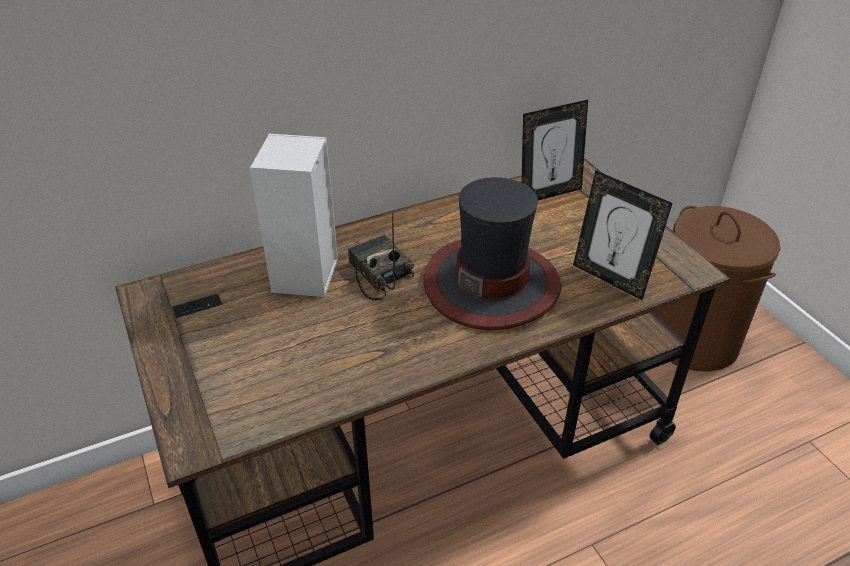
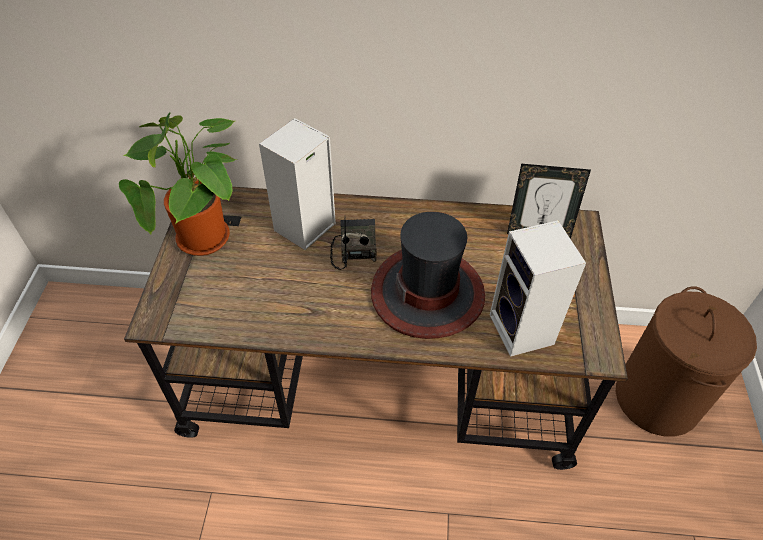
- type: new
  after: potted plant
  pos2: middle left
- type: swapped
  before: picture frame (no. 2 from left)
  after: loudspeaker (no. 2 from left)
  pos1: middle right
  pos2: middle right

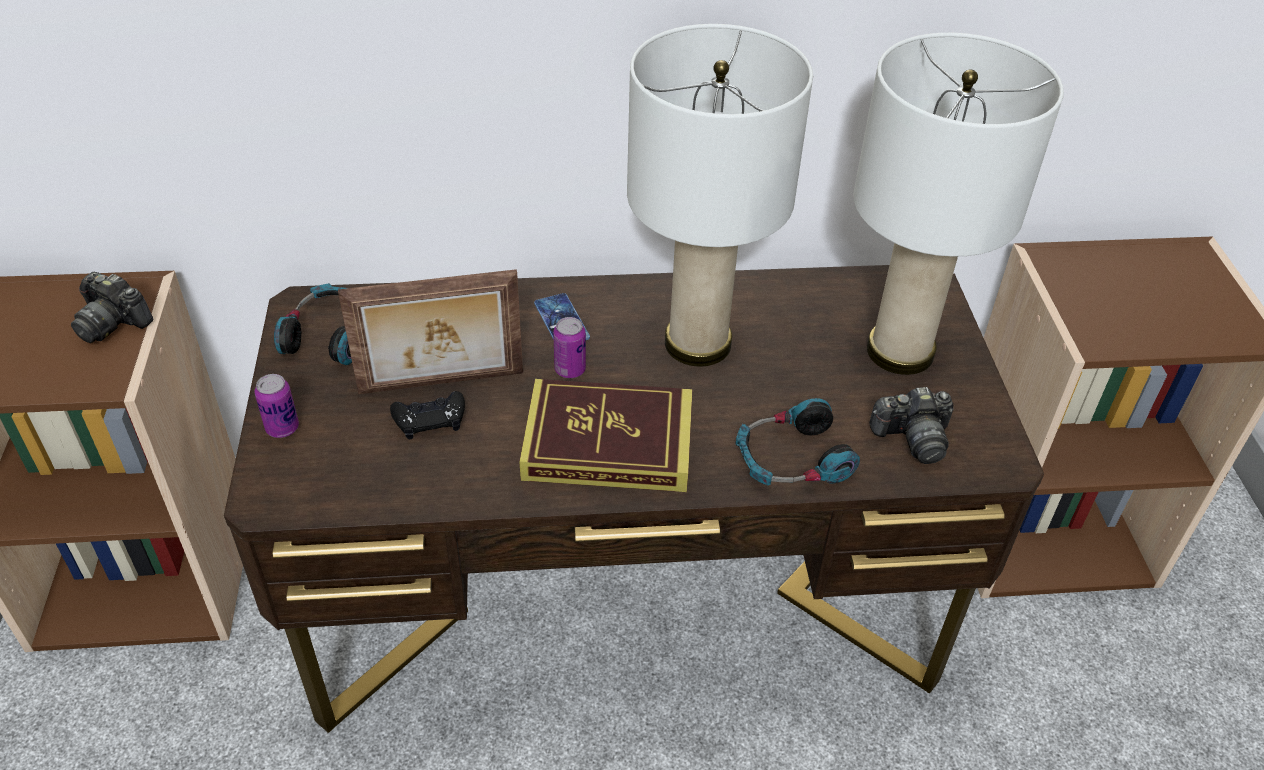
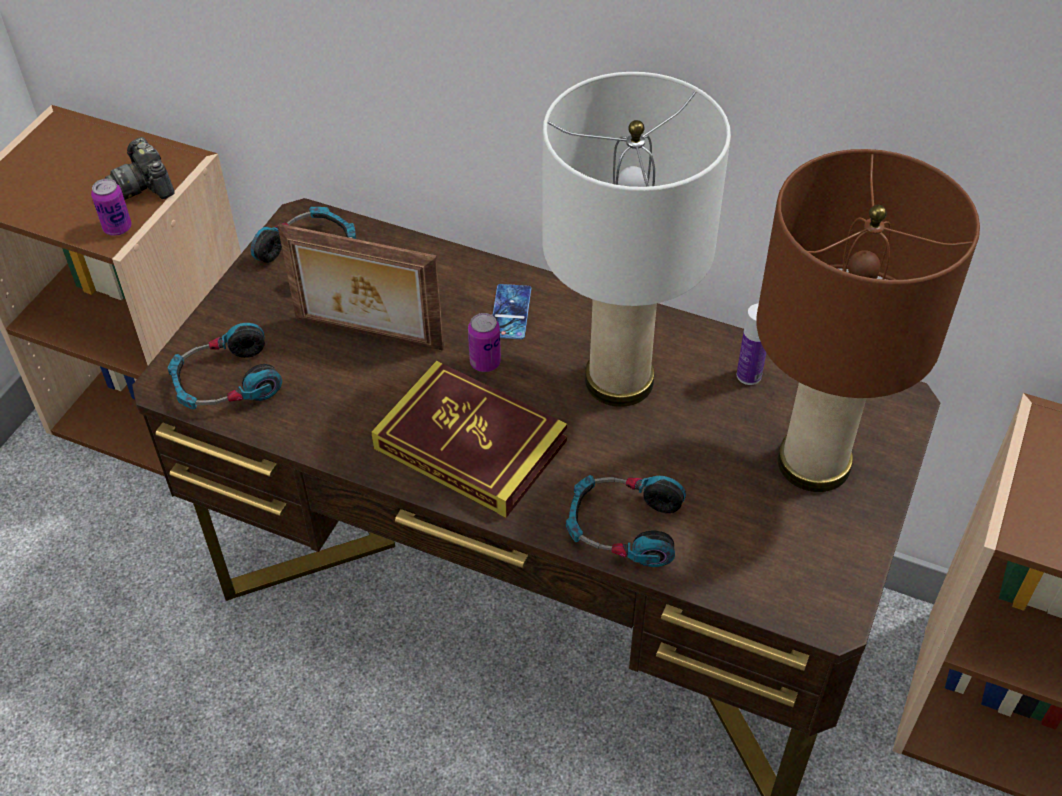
- type: shifted
  before: metal can (no. 1 from left)
  pos1: middle left
  pos2: top left
- type: new
  after: headphones (no. 1 from left)
  pos2: middle left
- type: new
  after: drink bottle
  pos2: middle right
- type: repainted
  before: white-coloured tabletop lamp (no. 2 from left)
  after: brown-coloured tabletop lamp
  pos1: top right
  pos2: middle right
- type: gone
  before: black-coloured game controller
  pos1: centre
- type: gone
  before: still camera (no. 2 from left)
  pos1: middle right

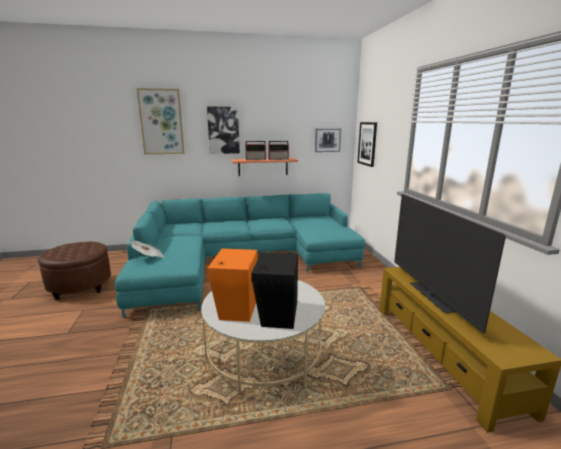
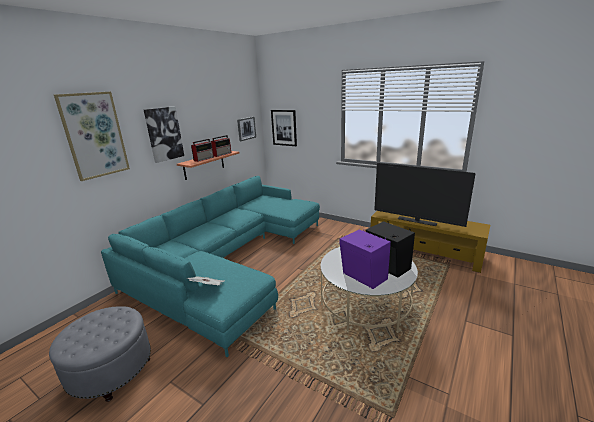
- type: repainted
  before: brown-coloured footrest
  after: grey footrest
  pos1: middle left
  pos2: bottom left
- type: repainted
  before: orangey loudspeaker
  after: purple-coloured loudspeaker
  pos1: centre
  pos2: centre

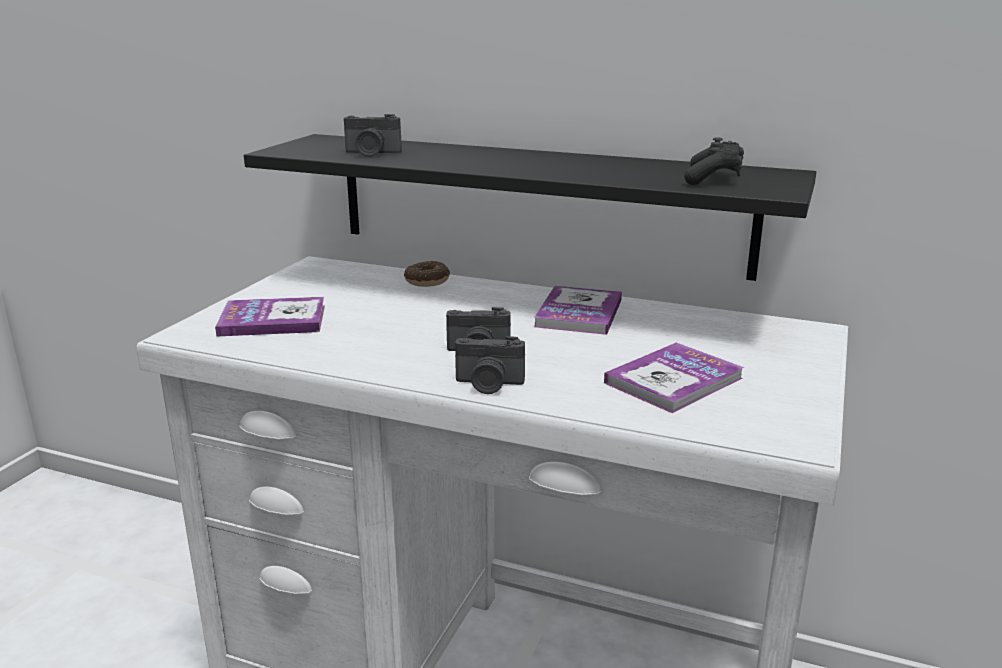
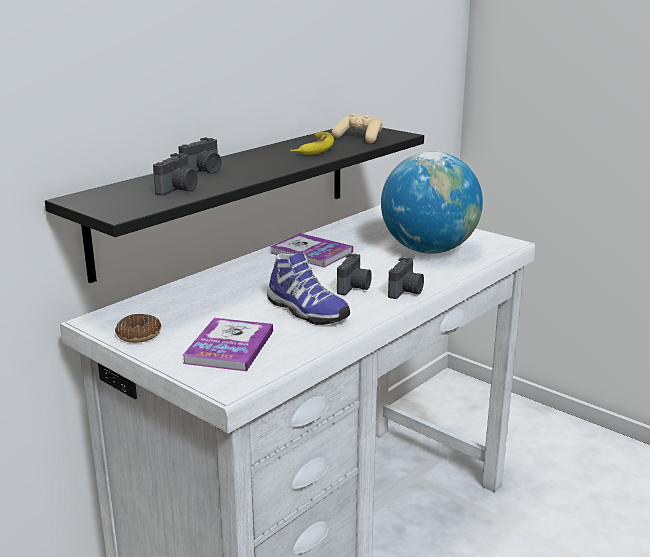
- type: shifted
  before: ring doughnut
  pos1: centre
  pos2: middle left
- type: new
  after: still camera (no. 2 from left)
  pos2: top left
- type: new
  after: shoe
  pos2: centre
- type: new
  after: banana fruit
  pos2: top centre
- type: repainted
  before: black-coloured game controller
  after: sand-coloured game controller
  pos1: top right
  pos2: top centre
- type: swapped
  before: volume (no. 3 from left)
  after: globe
  pos1: middle right
  pos2: centre

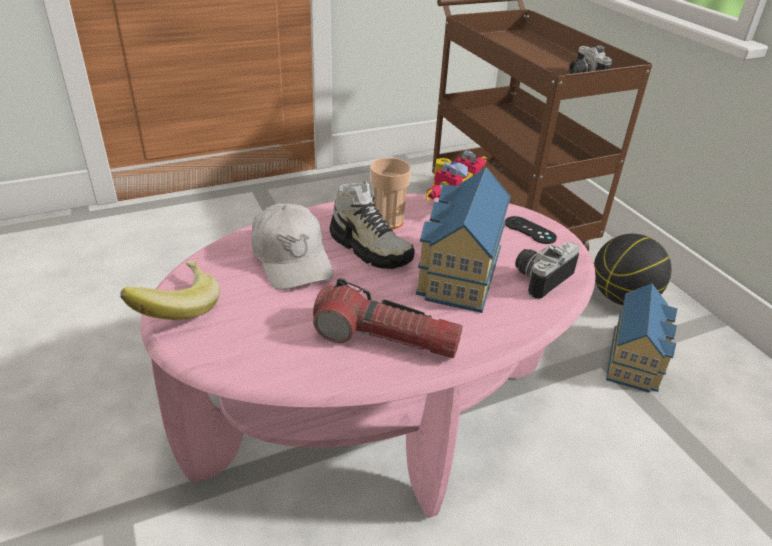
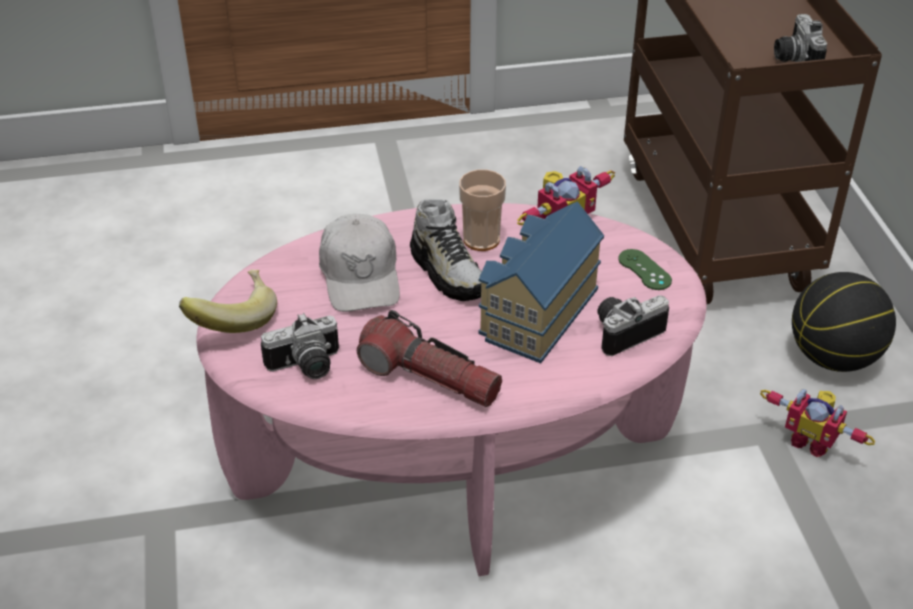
- type: new
  after: still camera (no. 1 from left)
  pos2: middle left
- type: repainted
  before: black-coloured game controller
  after: green-coloured game controller
  pos1: middle right
  pos2: middle right
- type: swapped
  before: model house (no. 2 from left)
  after: robot figure (no. 2 from left)
  pos1: middle right
  pos2: bottom right

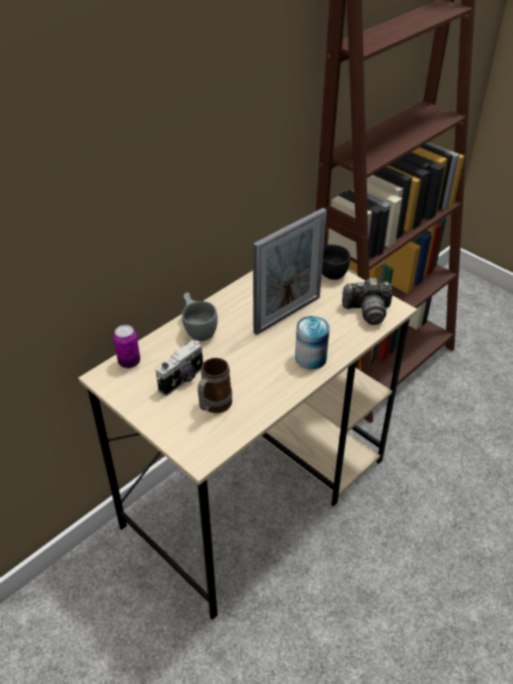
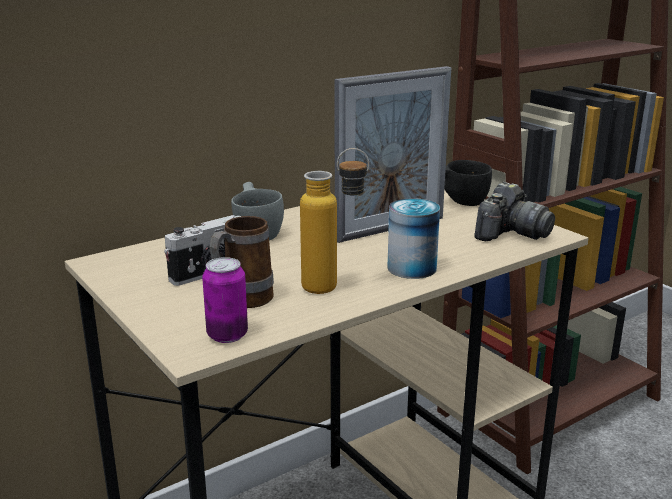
- type: shifted
  before: metal can (no. 1 from left)
  pos1: middle left
  pos2: centre
- type: new
  after: drink bottle
  pos2: centre
- type: rotated
  before: still camera (no. 2 from left)
  pos1: middle right
  pos2: middle right
  turn: -60

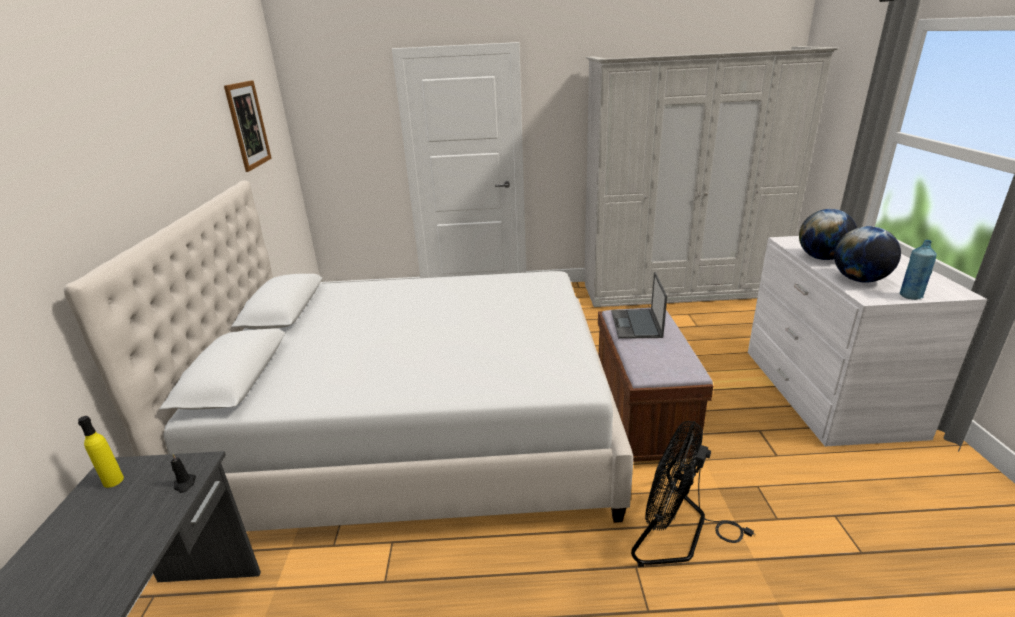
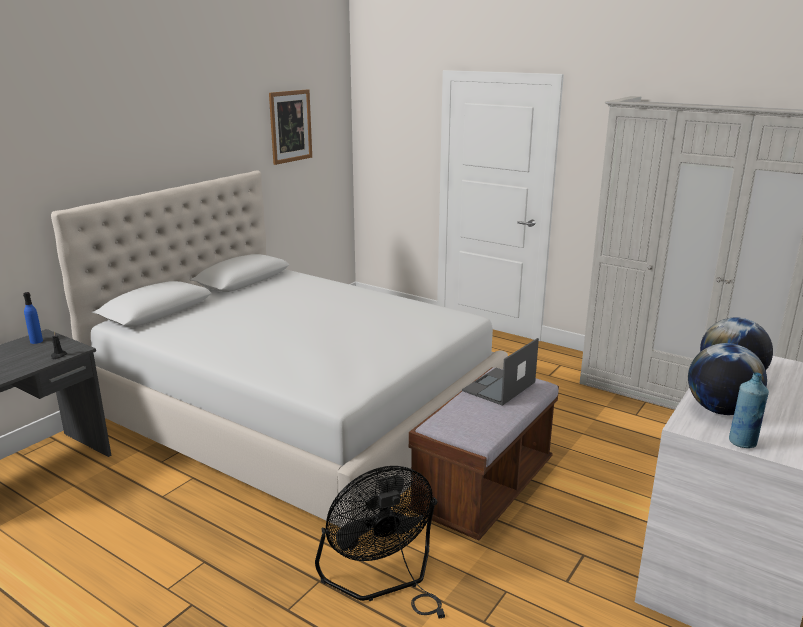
- type: repainted
  before: yellow drink bottle
  after: blue-coloured drink bottle (no. 1 from left)
  pos1: bottom left
  pos2: middle left

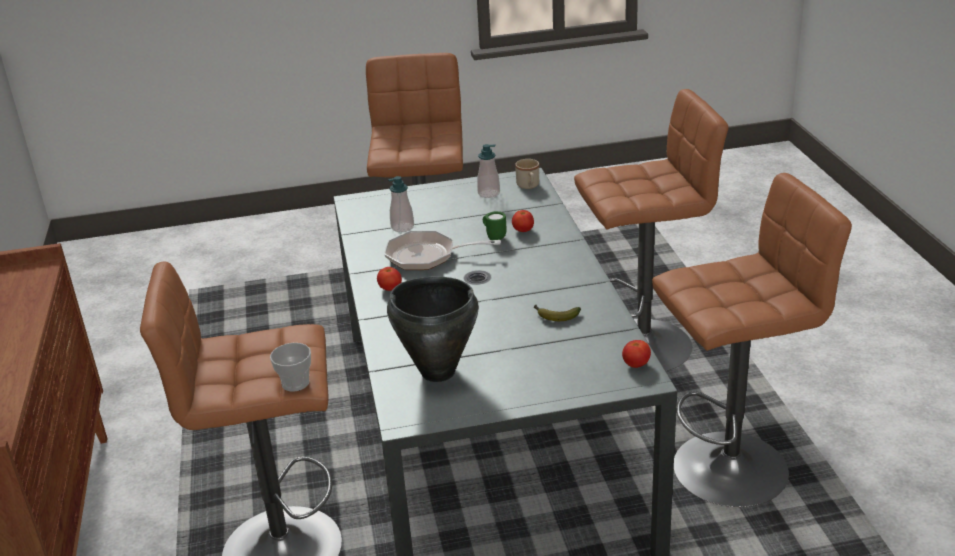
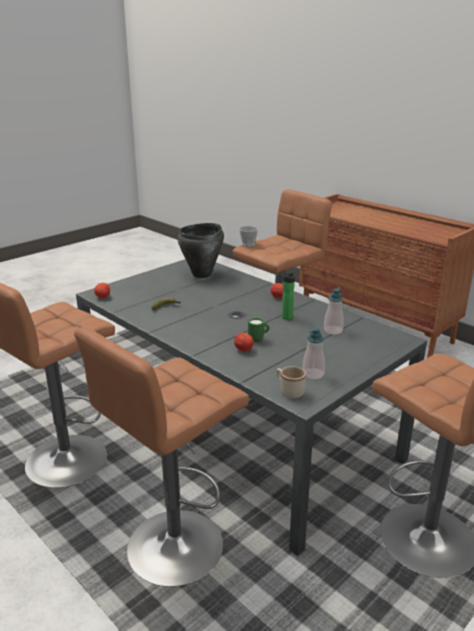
- type: swapped
  before: skillet
  after: drink bottle
  pos1: centre
  pos2: centre

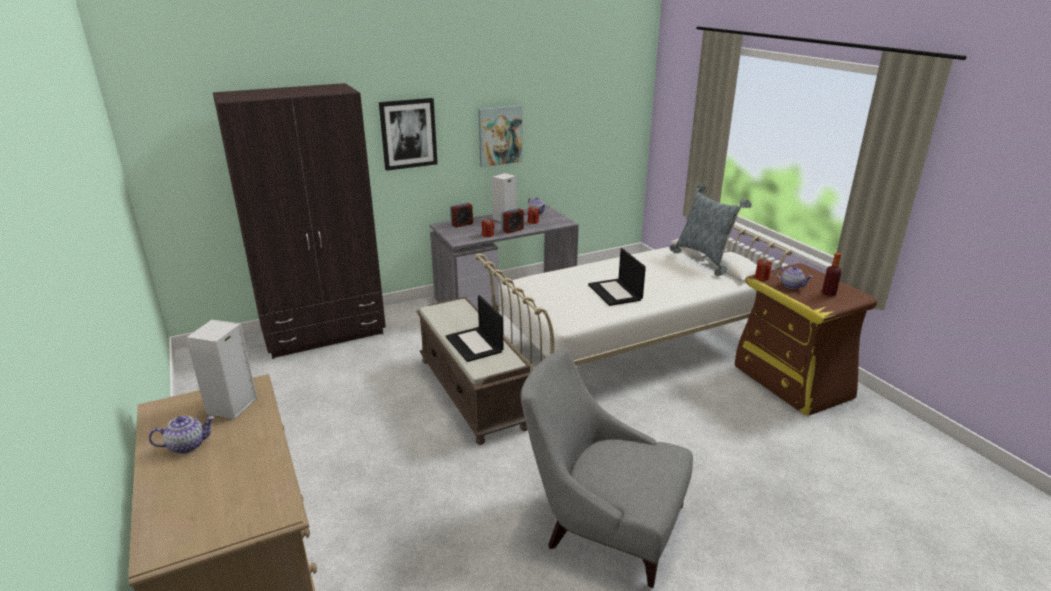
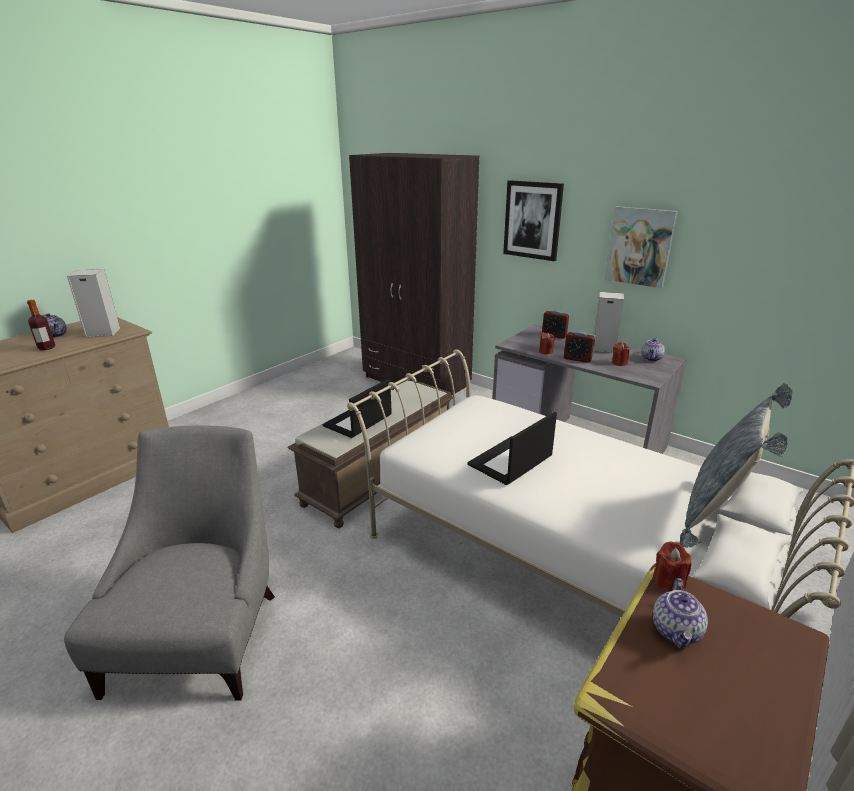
- type: shifted
  before: drink bottle
  pos1: middle right
  pos2: middle left

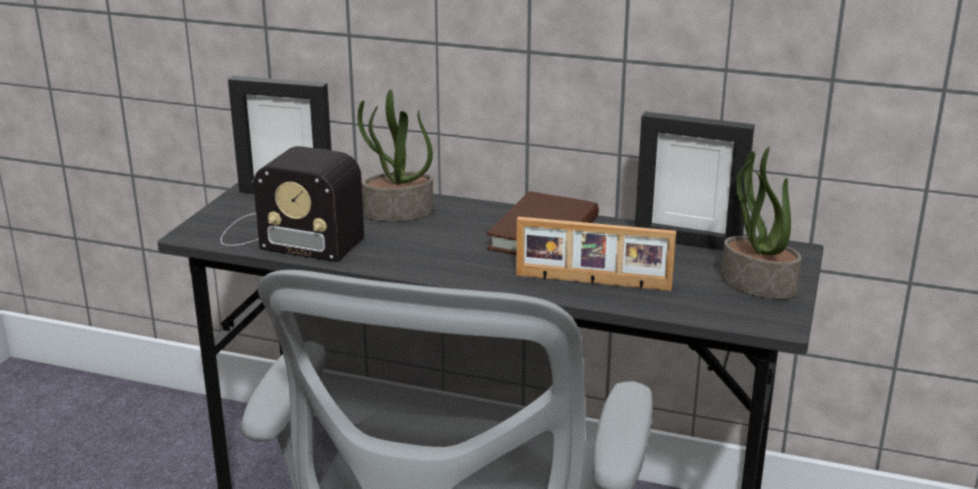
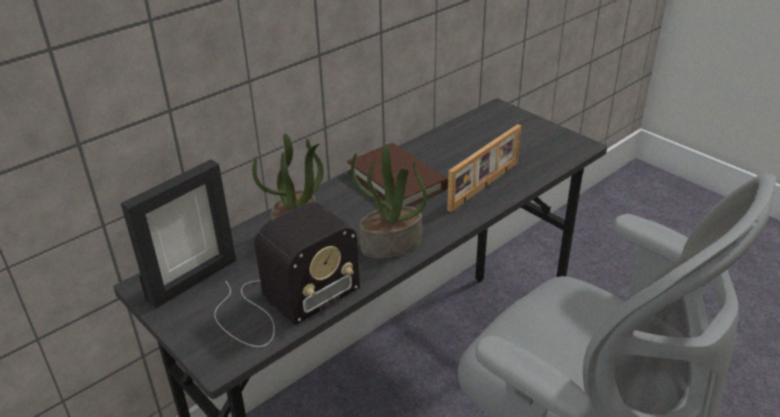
- type: shifted
  before: potted plant (no. 2 from left)
  pos1: middle right
  pos2: centre
- type: gone
  before: picture frame (no. 3 from left)
  pos1: middle right

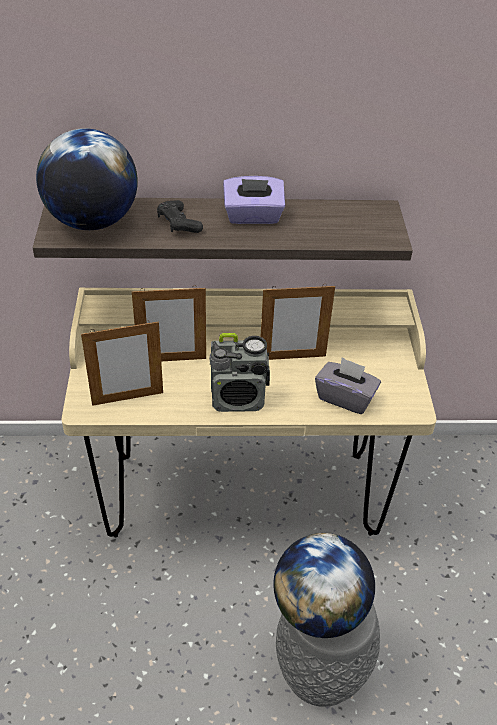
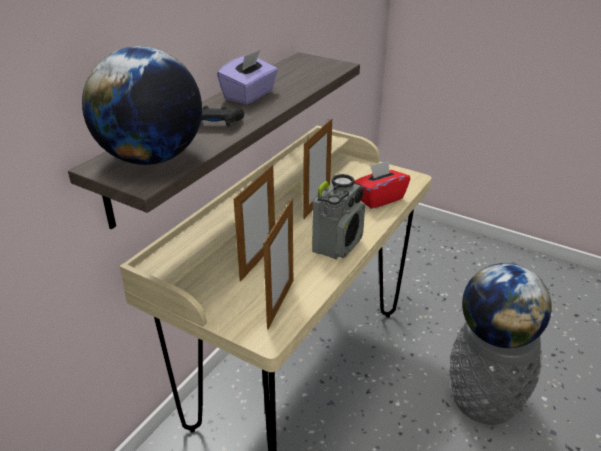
- type: repainted
  before: grey box of tissues
  after: reddish box of tissues
  pos1: middle right
  pos2: centre

